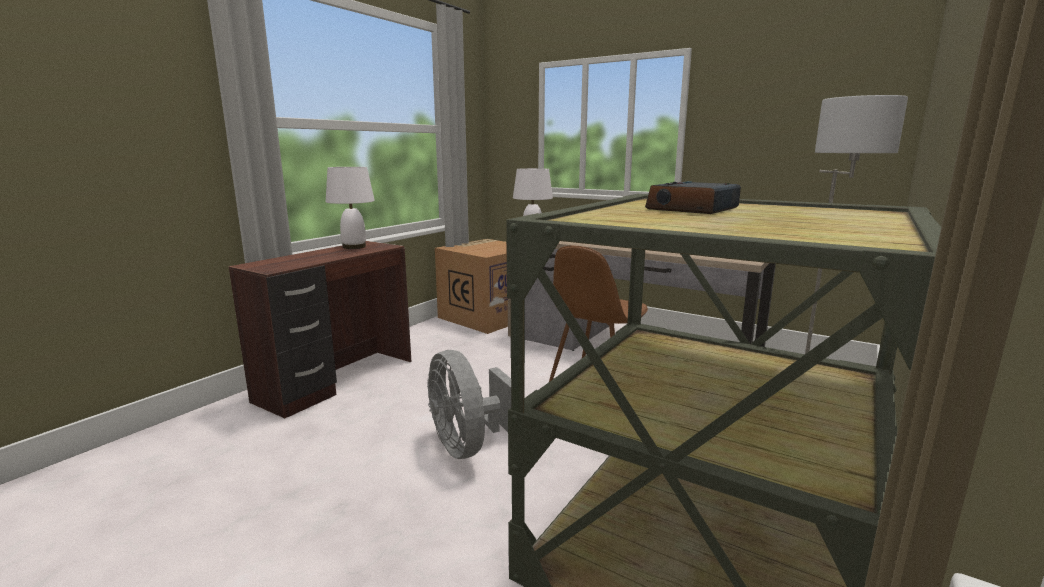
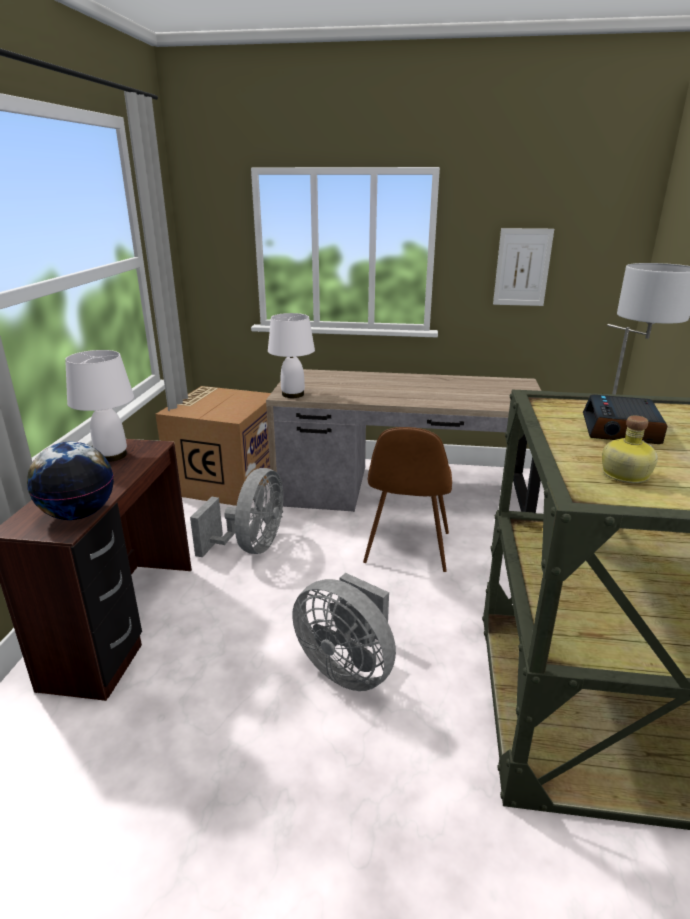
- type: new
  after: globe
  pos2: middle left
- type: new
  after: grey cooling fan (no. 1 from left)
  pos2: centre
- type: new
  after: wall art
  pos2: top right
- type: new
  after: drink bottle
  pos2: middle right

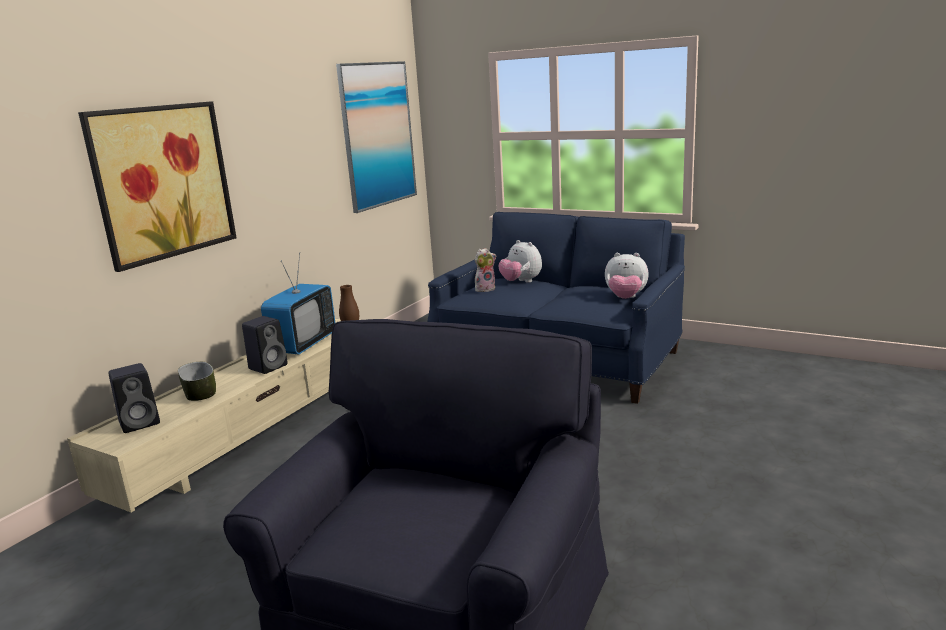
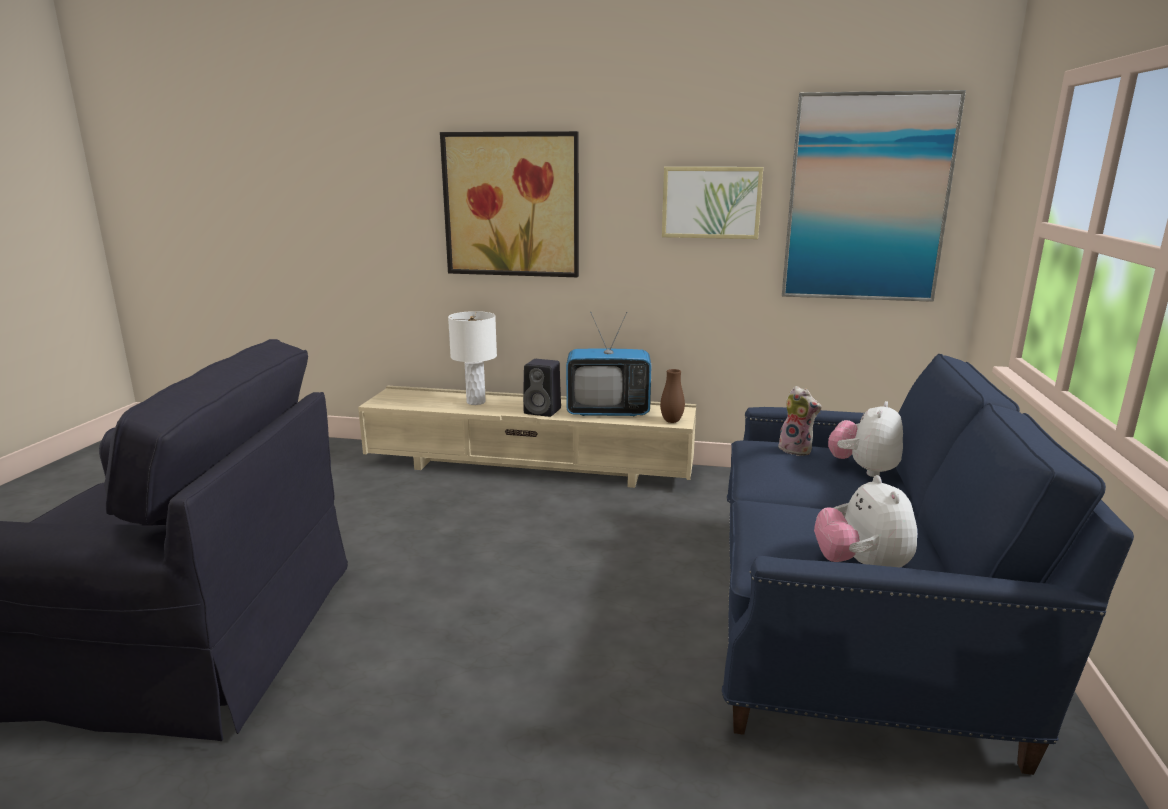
- type: swapped
  before: serving bowl
  after: white-coloured tabletop lamp
  pos1: middle left
  pos2: centre
- type: new
  after: wall art (no. 2 from left)
  pos2: top centre
- type: gone
  before: black-coloured loudspeaker (no. 1 from left)
  pos1: middle left

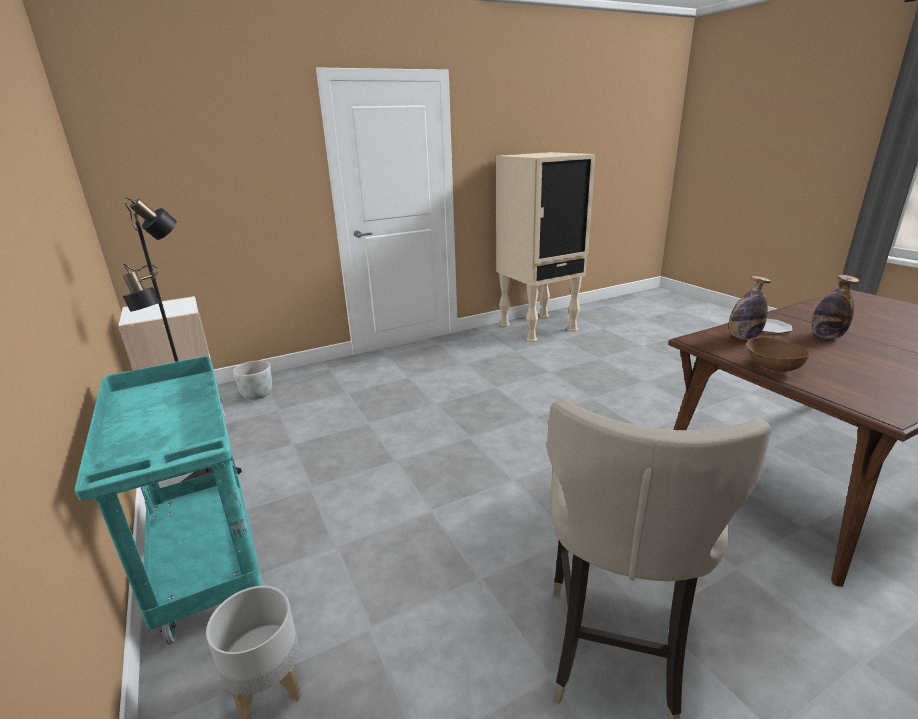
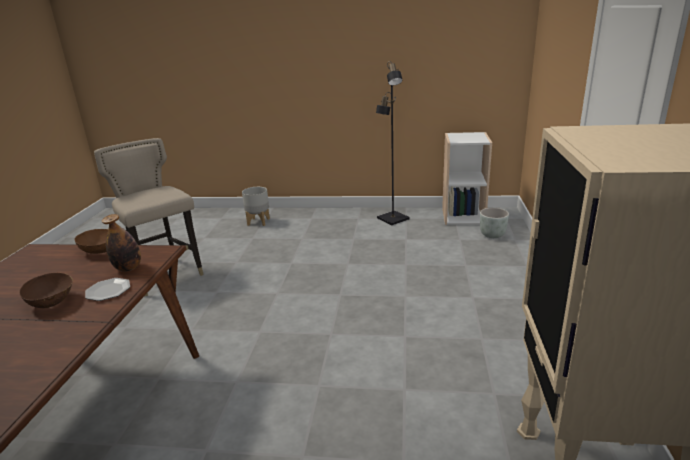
- type: swapped
  before: drink bottle (no. 2 from left)
  after: brown-coloured serving bowl (no. 1 from left)
  pos1: middle right
  pos2: middle left
- type: gone
  before: blue-green trolley
  pos1: bottom left

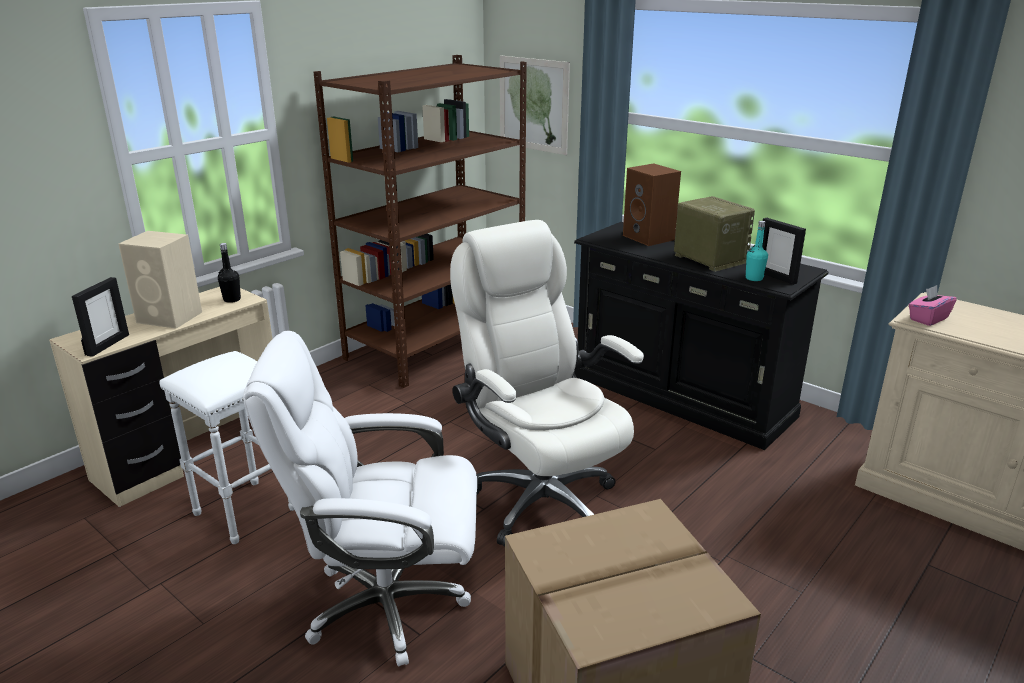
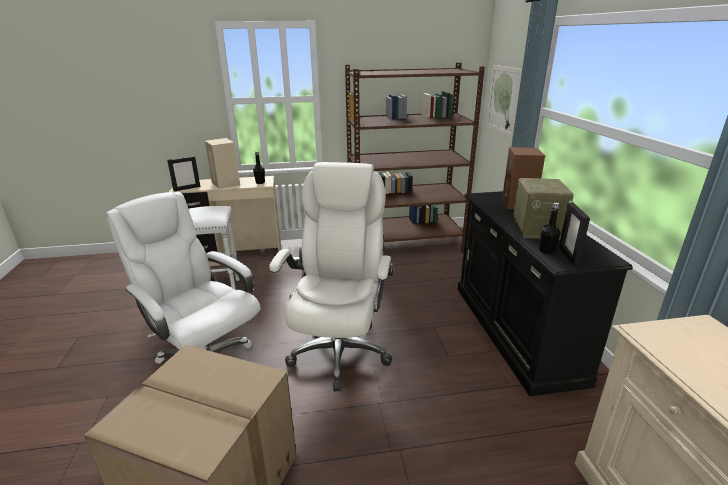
- type: repainted
  before: blue-green drink bottle
  after: black-coloured drink bottle (no. 2 from left)
  pos1: middle right
  pos2: middle right
- type: gone
  before: pink box of tissues
  pos1: middle right

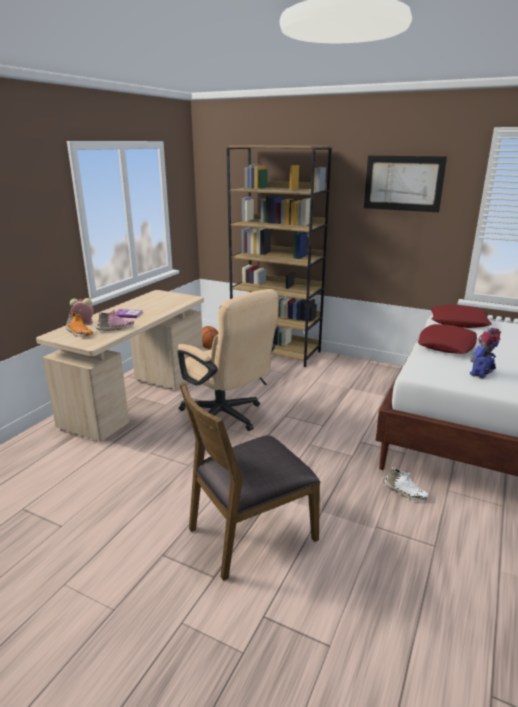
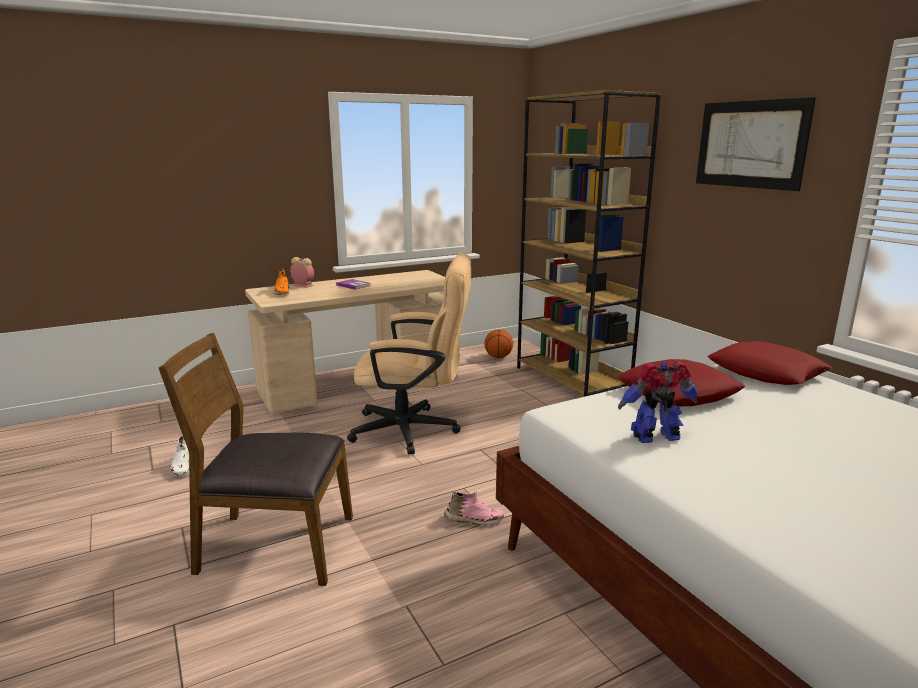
- type: shifted
  before: white-coloured shoe
  pos1: bottom right
  pos2: middle left
- type: rotated
  before: sand-coloured desk chair
  pos1: centre
  pos2: centre
  turn: -75
- type: shifted
  before: pink shoe
  pos1: middle left
  pos2: bottom centre

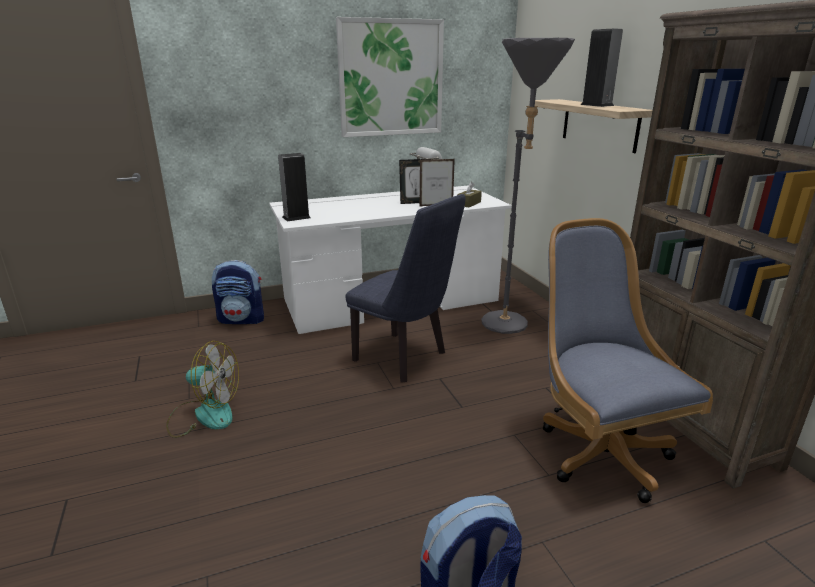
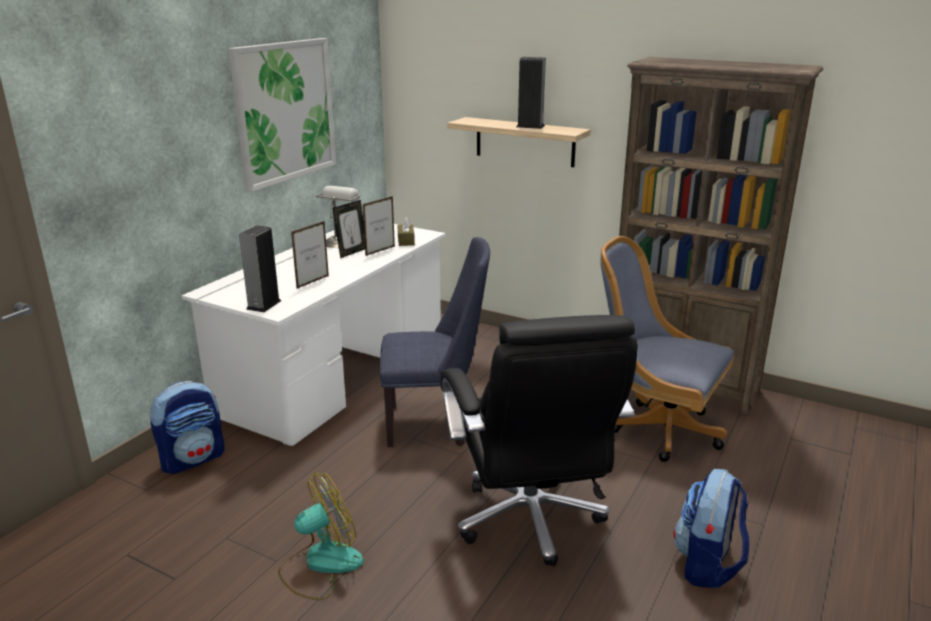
- type: new
  after: picture frame (no. 1 from left)
  pos2: middle left
- type: new
  after: black-coloured desk chair
  pos2: bottom centre
- type: gone
  before: grey standing lamp
  pos1: top centre

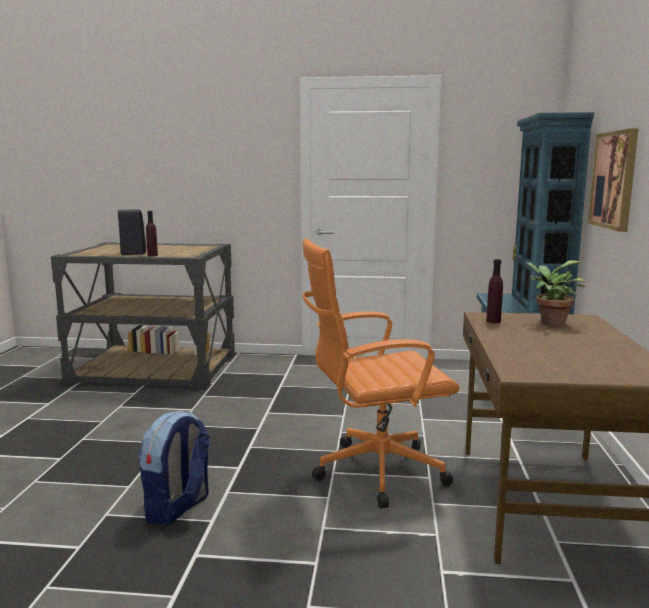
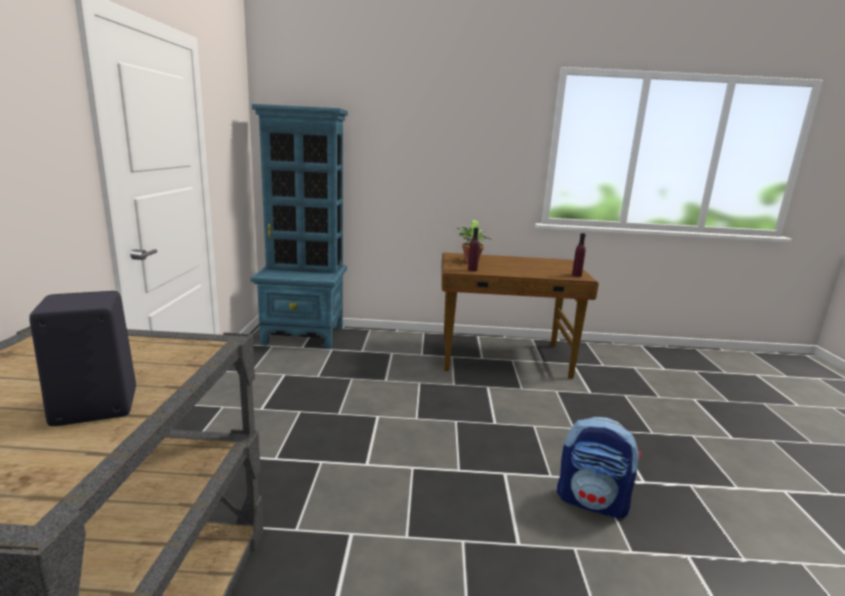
- type: shifted
  before: purple-coloured drink bottle (no. 1 from left in the first image)
  after: purple-coloured drink bottle (no. 2 from left)
  pos1: middle left
  pos2: middle right
- type: gone
  before: orangey desk chair
  pos1: centre
- type: gone
  before: wall art
  pos1: top right

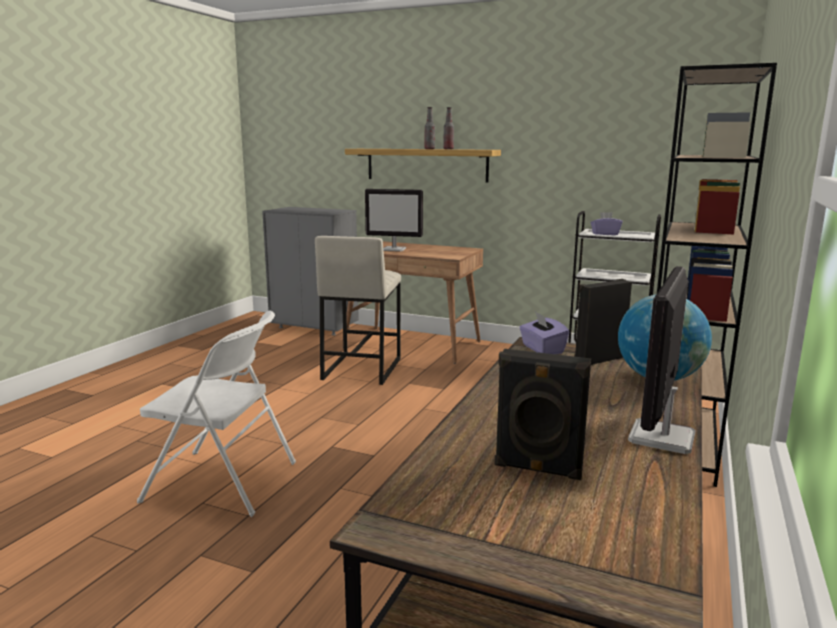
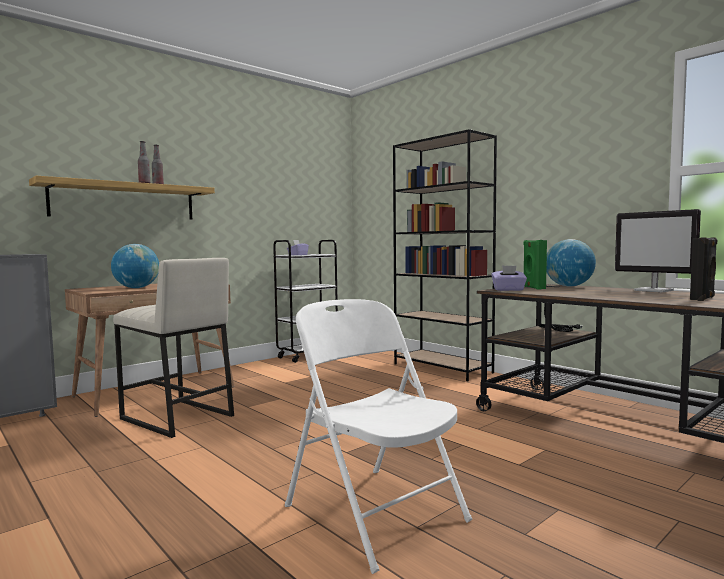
- type: swapped
  before: monitor (no. 1 from left)
  after: globe (no. 1 from left)
  pos1: centre
  pos2: middle left
- type: rotated
  before: white-coloured chair
  pos1: middle left
  pos2: bottom centre
  turn: -75
- type: repainted
  before: black-coloured loudspeaker (no. 2 from left)
  after: green-coloured loudspeaker
  pos1: middle right
  pos2: middle right

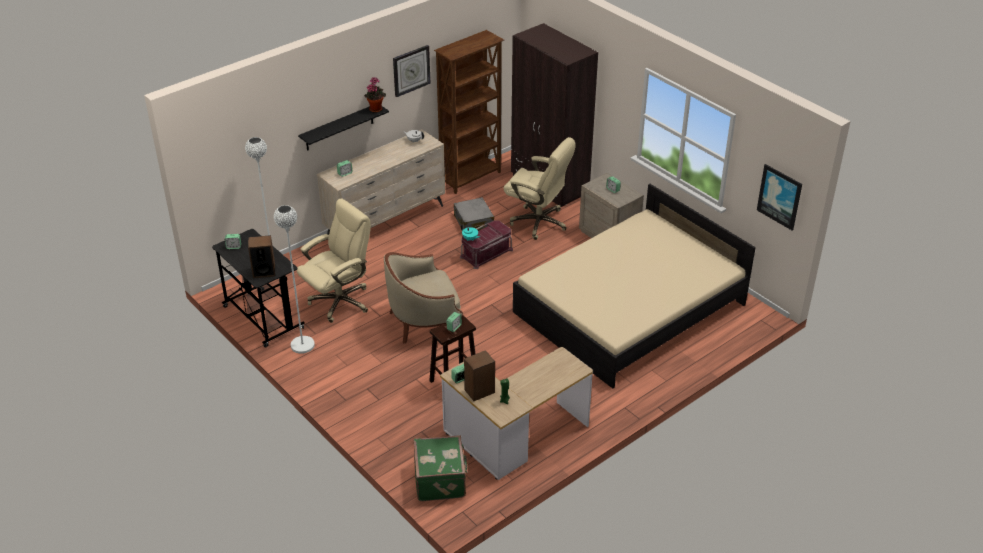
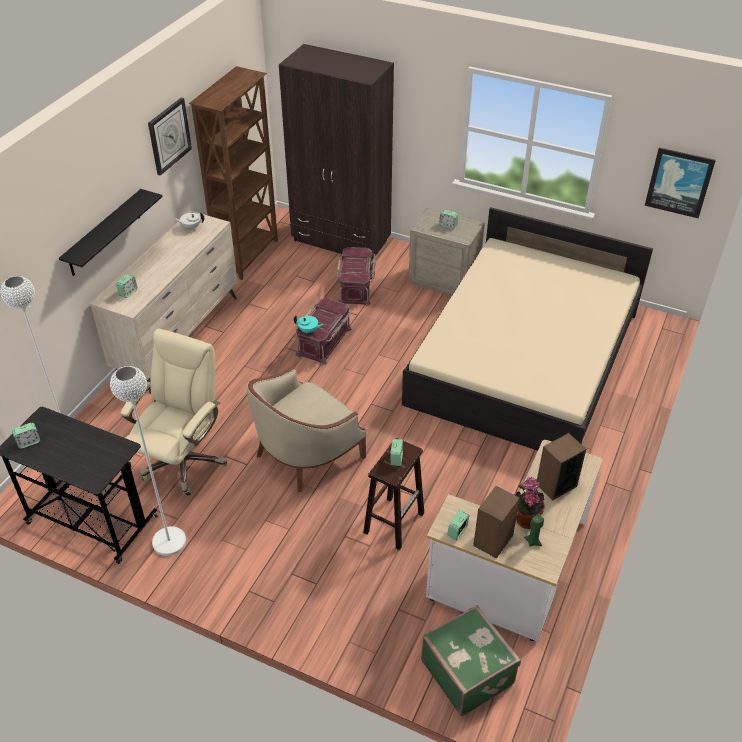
- type: swapped
  before: sand-coloured desk chair (no. 2 from left)
  after: reddish storage box (no. 2 from left)
  pos1: centre
  pos2: centre
- type: shifted
  before: potted plant
  pos1: top centre
  pos2: bottom right
- type: shifted
  before: loudspeaker (no. 1 from left in the first image)
  after: loudspeaker (no. 2 from left)
  pos1: middle left
  pos2: middle right
- type: gone
  before: grey piece of luggage
  pos1: centre

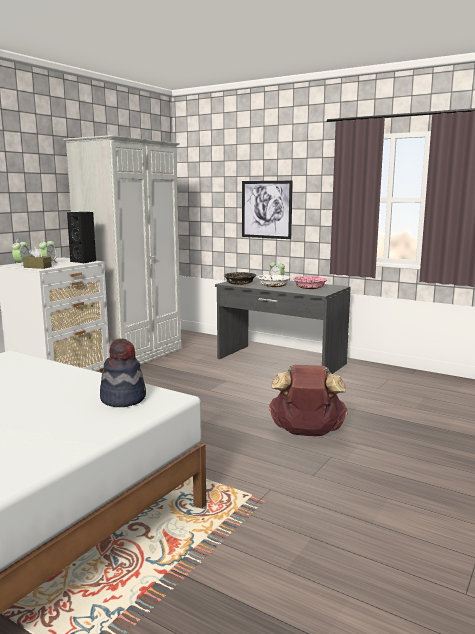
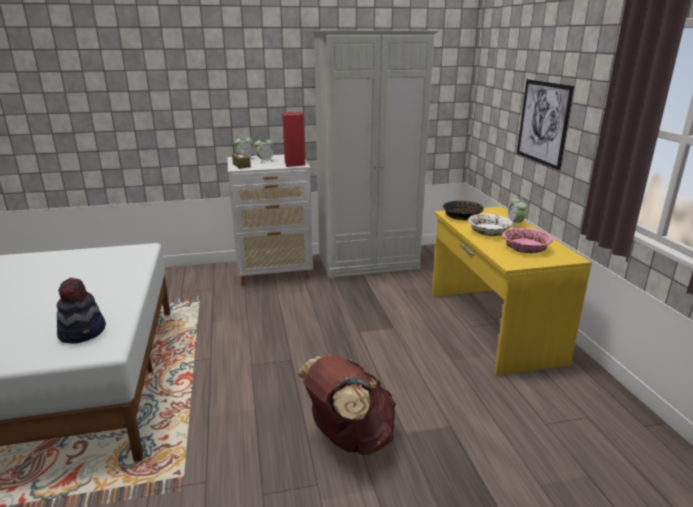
- type: repainted
  before: black-coloured loudspeaker
  after: reddish loudspeaker
  pos1: middle left
  pos2: top centre
- type: repainted
  before: grey desk unit
  after: yellow desk unit
  pos1: centre
  pos2: middle right

